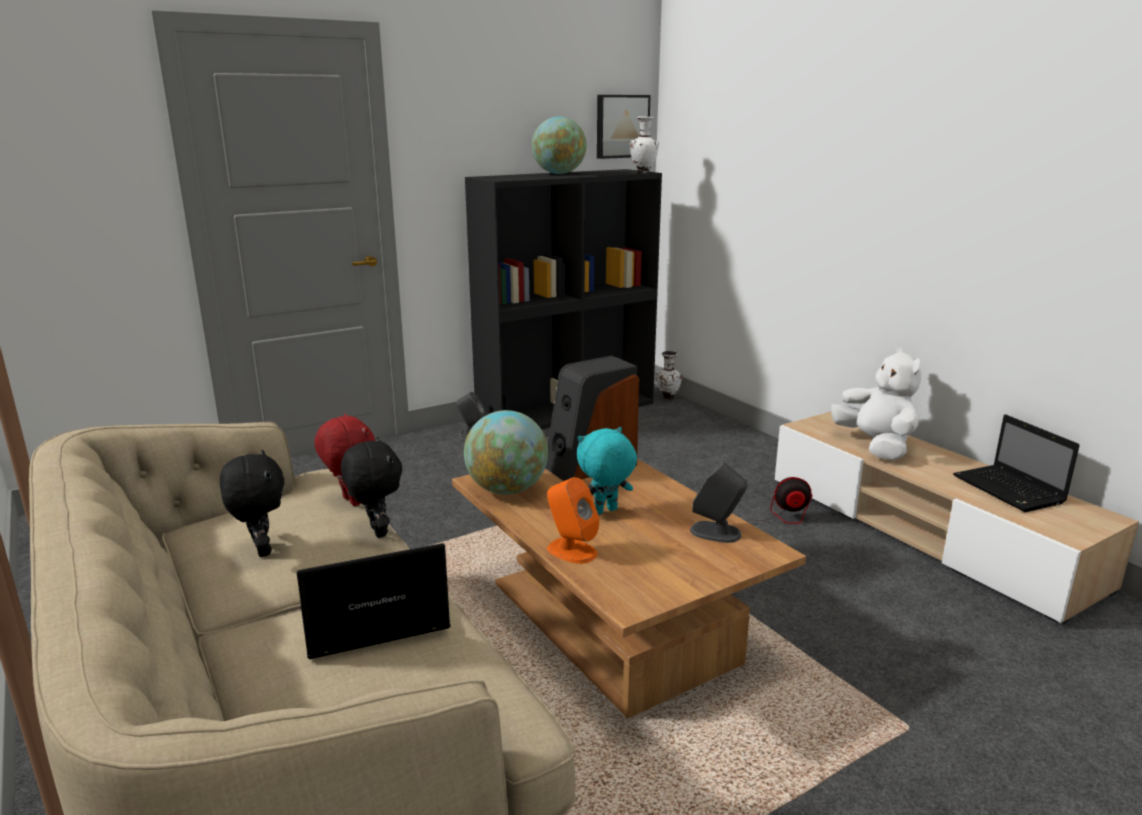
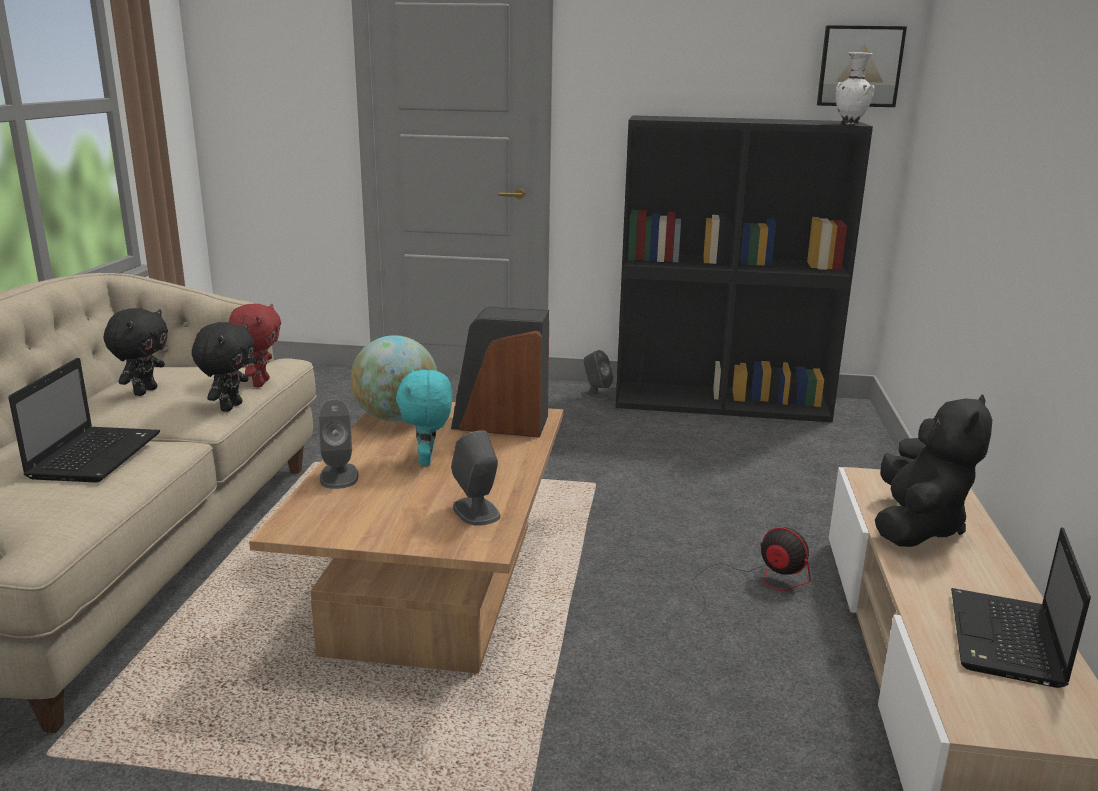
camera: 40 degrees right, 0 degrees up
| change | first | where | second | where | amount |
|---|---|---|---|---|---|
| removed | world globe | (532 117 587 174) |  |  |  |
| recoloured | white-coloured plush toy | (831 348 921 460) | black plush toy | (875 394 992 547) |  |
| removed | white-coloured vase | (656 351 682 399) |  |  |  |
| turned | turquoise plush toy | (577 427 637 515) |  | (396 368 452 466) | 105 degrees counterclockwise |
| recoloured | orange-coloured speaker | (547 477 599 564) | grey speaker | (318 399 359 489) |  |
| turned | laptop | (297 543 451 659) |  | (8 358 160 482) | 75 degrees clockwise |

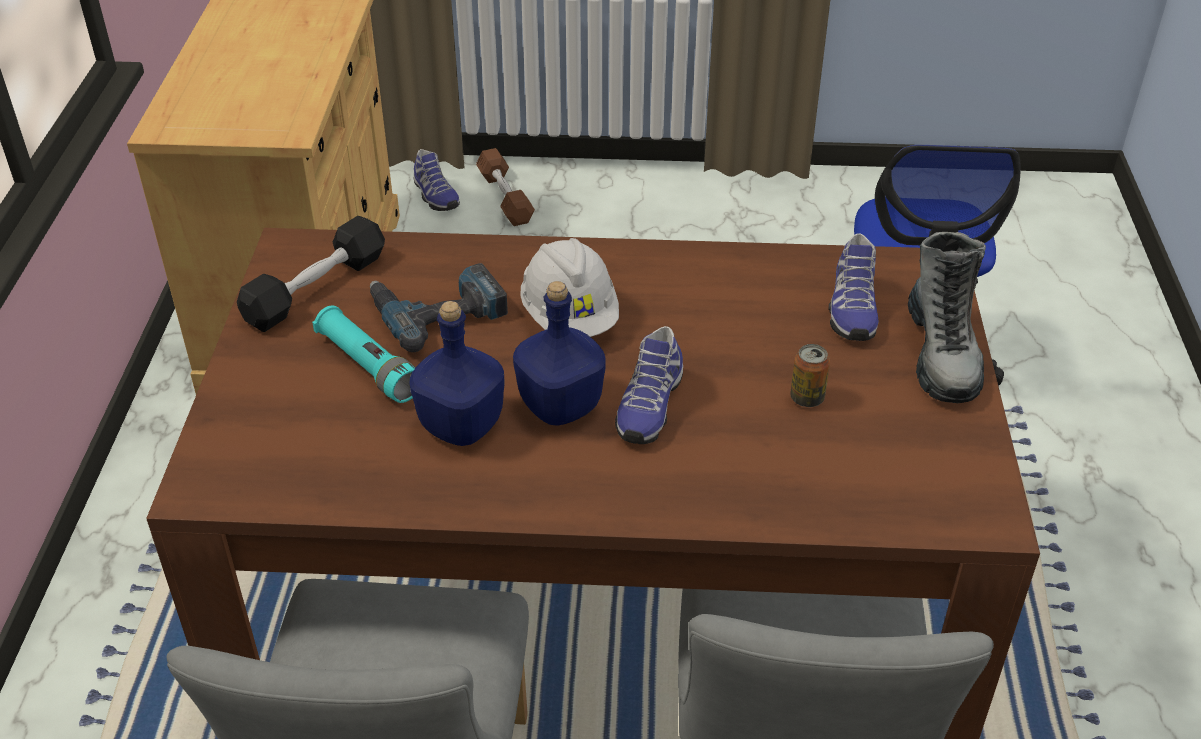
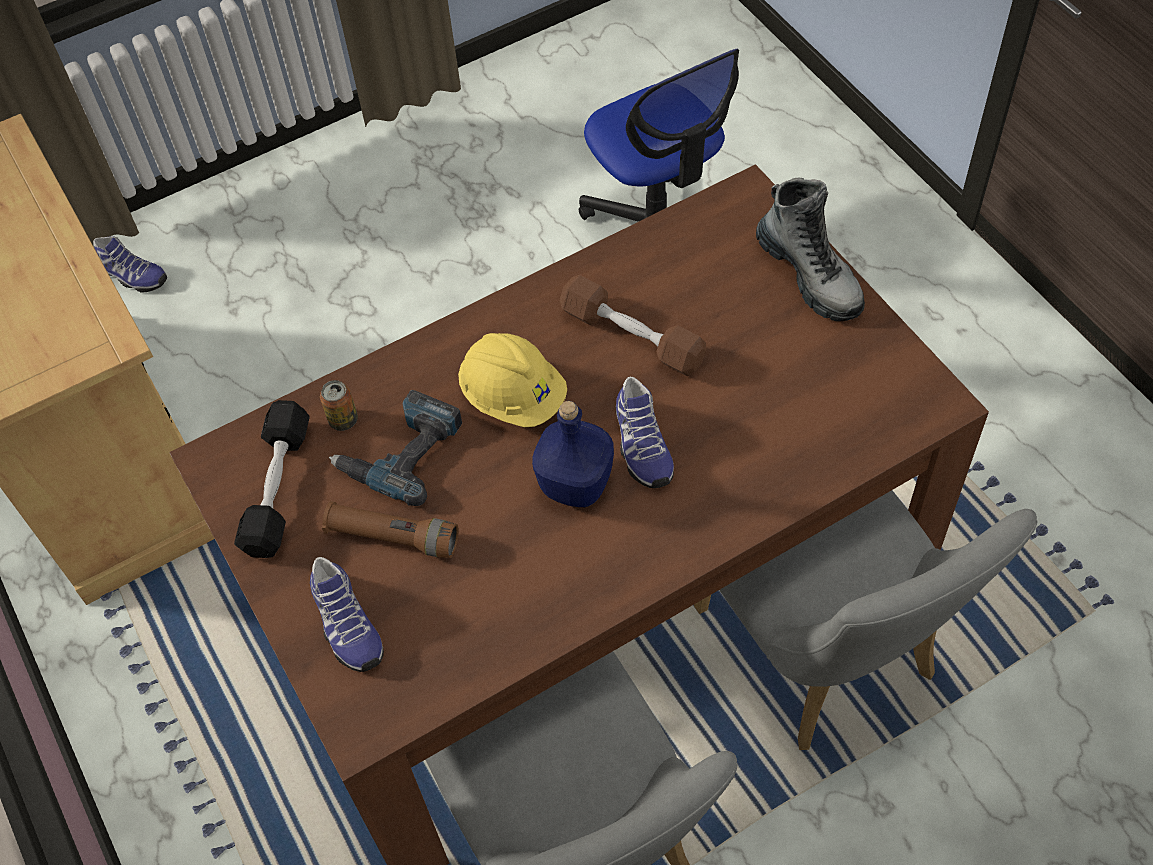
camera: 30 degrees left, 15 degrees up
| change | first | where | second | where | amount |
|---|---|---|---|---|---|
| moved | brown-coloured hand weight | (476 148 535 226) |  | (560 275 706 376) |  |
| moved | item of footwear | (828 233 879 341) |  | (310 557 384 672) |  |
| recoloured | white-coloured hard hat | (520 238 619 337) | yellow-coloured hard hat | (458 333 567 427) |  |
| removed | bluish drink bottle | (410 301 505 446) |  |  |  |
| recoloured | turquoise flashlight | (312 305 415 403) | brown-coloured flashlight | (322 501 459 558) |  |
| moved | sealed can | (790 344 830 407) |  | (320 380 358 431) |  |

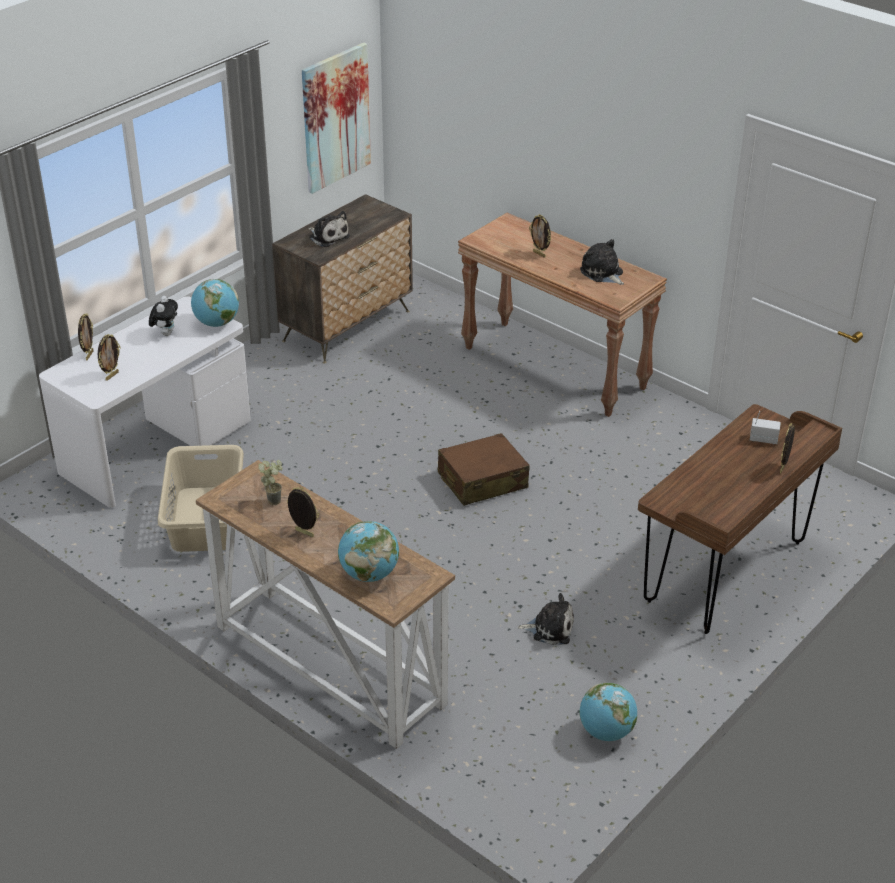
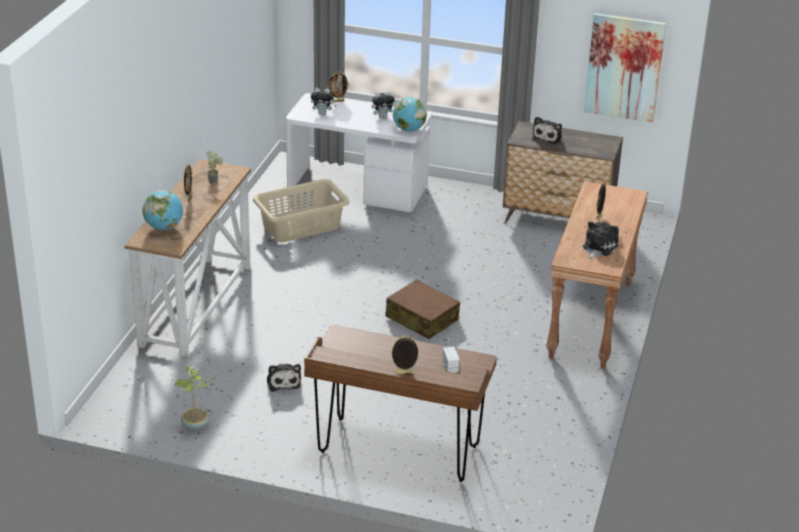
camera: 65 degrees right, 5 degrees down
| change | first | where | second | where | amount |
|---|---|---|---|---|---|
| replaced | photo frame | (98 334 121 381) | plush toy | (311 88 336 115) |  |
| replaced | world globe | (579 683 637 741) | houseplant | (174 365 216 430) |  |

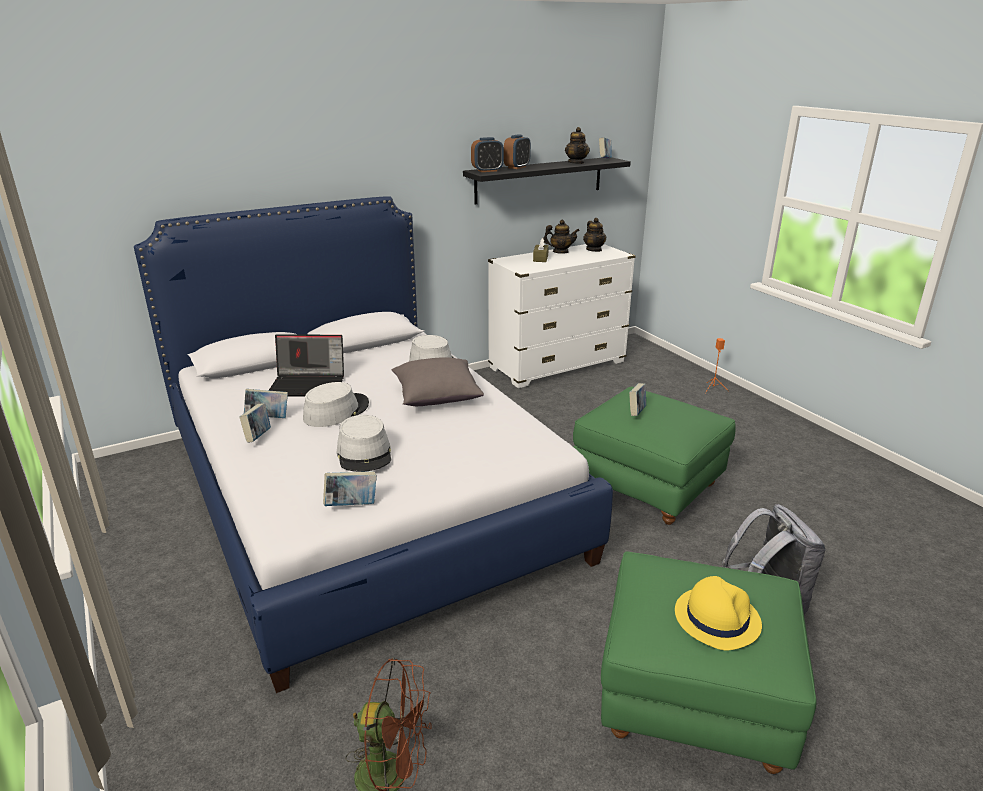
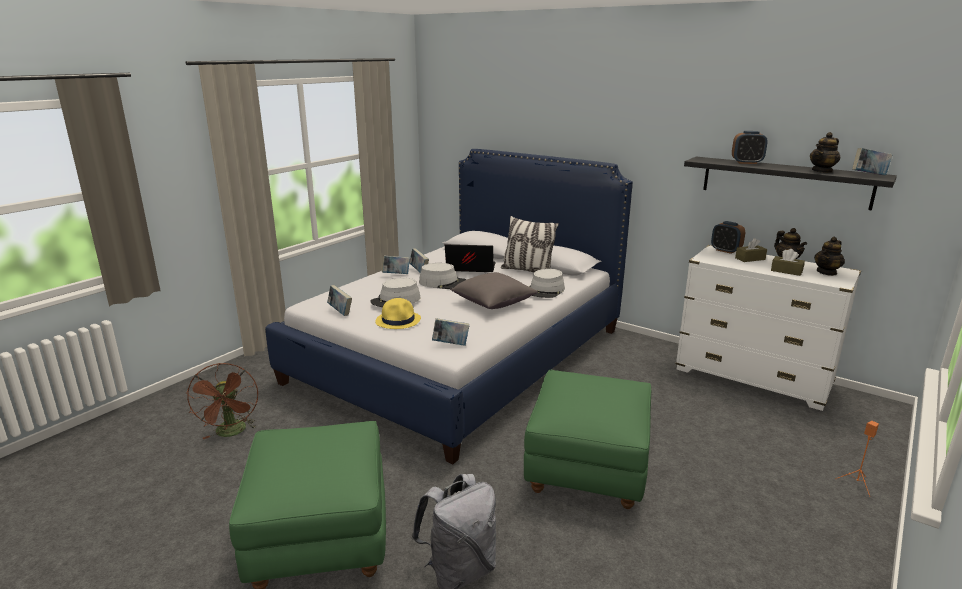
camera: 65 degrees right, 5 degrees down
| change | first | where | second | where | amount |
|---|---|---|---|---|---|
| moved | bedside clock | (471 137 504 172) |  | (711 221 745 254) |  |
| turned | laptop | (268 334 344 397) |  | (445 244 496 272) | 120 degrees clockwise |
| moved | book | (629 383 646 416) |  | (432 318 469 346) |  |
| moved | yellow-coloured wearable hat | (675 576 762 650) |  | (376 298 421 329) |  |
| added |  |  | cushion | (501 216 559 272) |  |
| added |  |  | brown-coloured tissue holder | (771 249 805 276) |  |

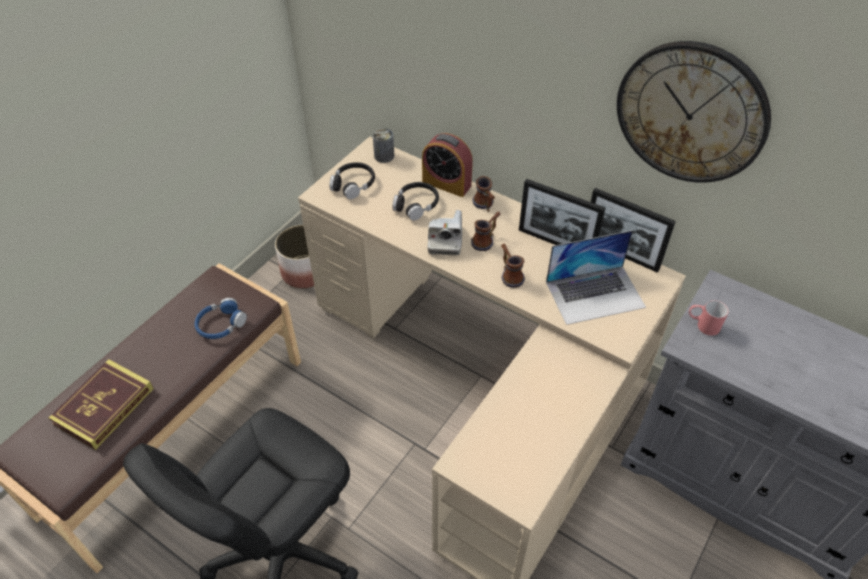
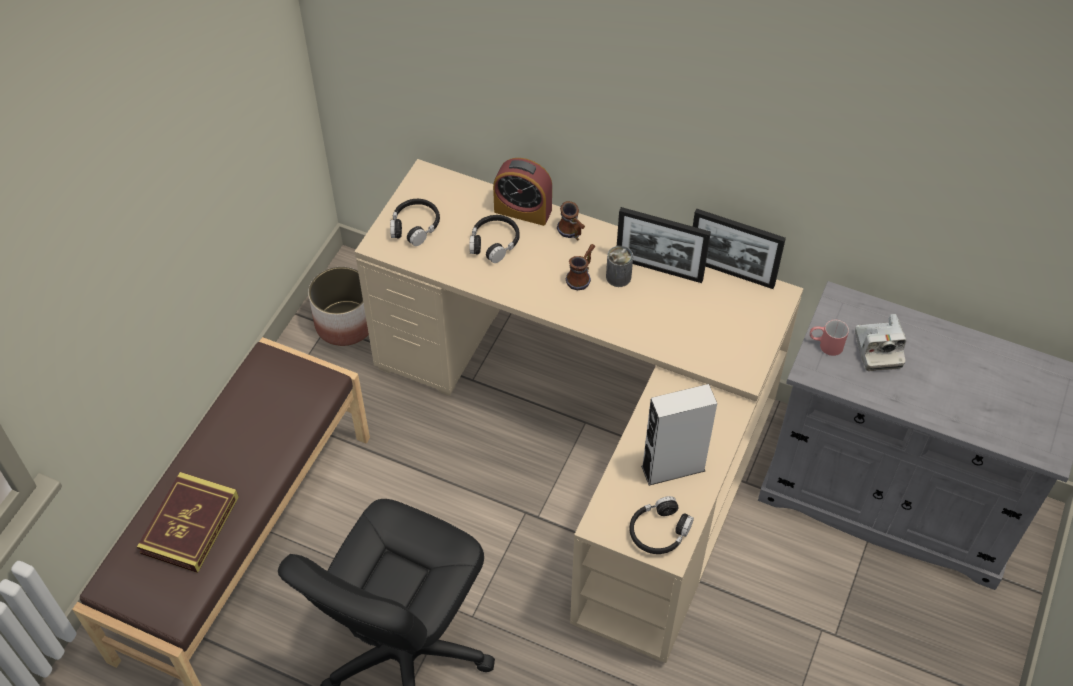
camera: 10 degrees left, 5 degrees up
| change | first | where | second | where | amount |
|---|---|---|---|---|---|
| removed | hanging clock | (617 41 771 183) |  |  |  |
| moved | sealed can | (373 128 394 163) |  | (606 246 633 287) |  |
| moved | photo camera | (428 210 462 256) |  | (855 314 906 371) |  |
| removed | laptop | (546 230 646 325) |  |  |  |
| removed | tea mug | (501 244 525 288) |  |  |  |
| removed | bluish headset | (195 298 247 339) |  |  |  |
| added |  |  | grey speaker | (641 384 717 486) |  |
| added |  |  | black headset | (630 496 694 554) |  |

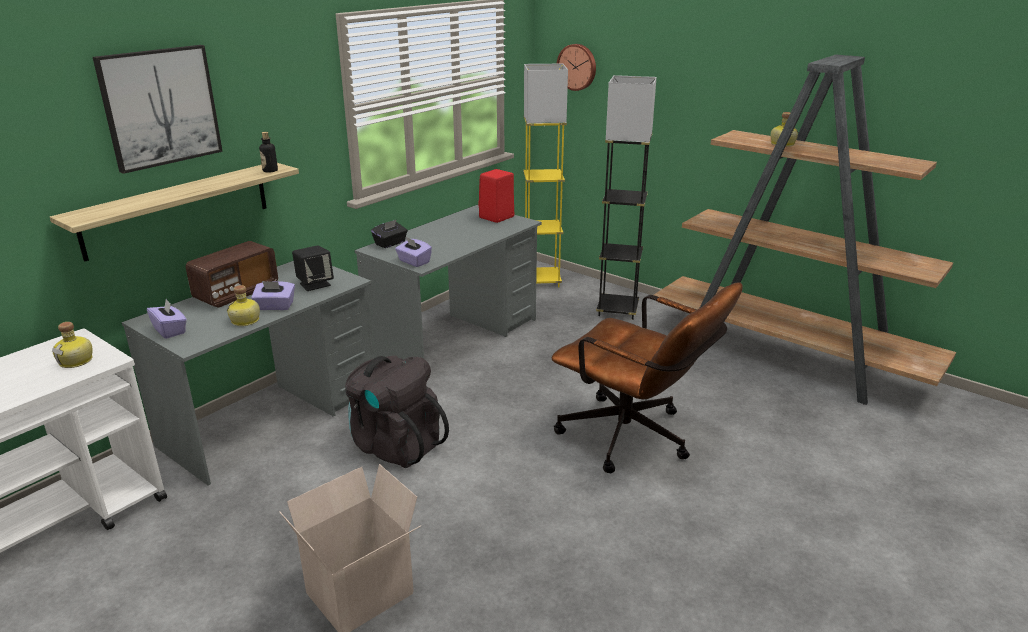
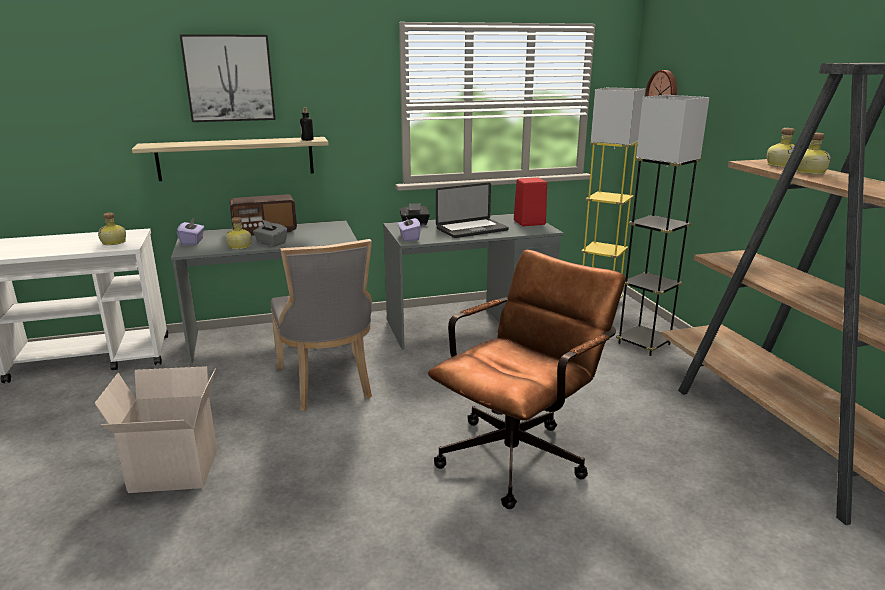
camera: 35 degrees right, 5 degrees down
| change | first | where | second | where | amount |
|---|---|---|---|---|---|
| removed | black speaker | (292 245 334 291) |  |  |  |
| recoloured | purplish tissue holder | (251 281 295 310) | grey tissue holder | (253 220 287 247) |  |
| turned | brown-coloured office chair | (551 282 743 473) |  | (428 250 626 509) | 120 degrees counterclockwise |
| replaced | black knapsack | (345 356 449 468) | grey upright chair | (271 239 372 411) |  |
| added |  |  | drink bottle | (767 128 795 167) |  |
| added |  |  | laptop | (436 183 509 238) |  |

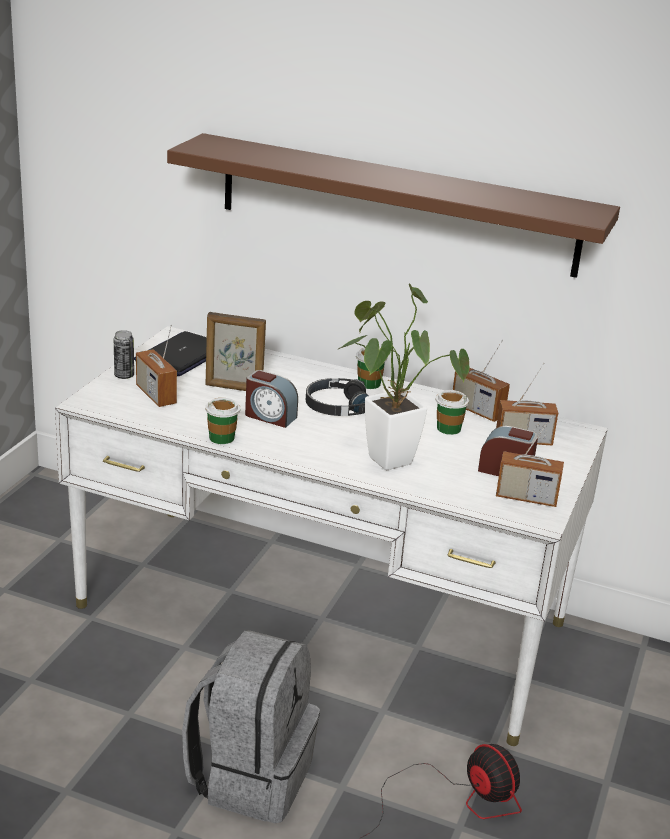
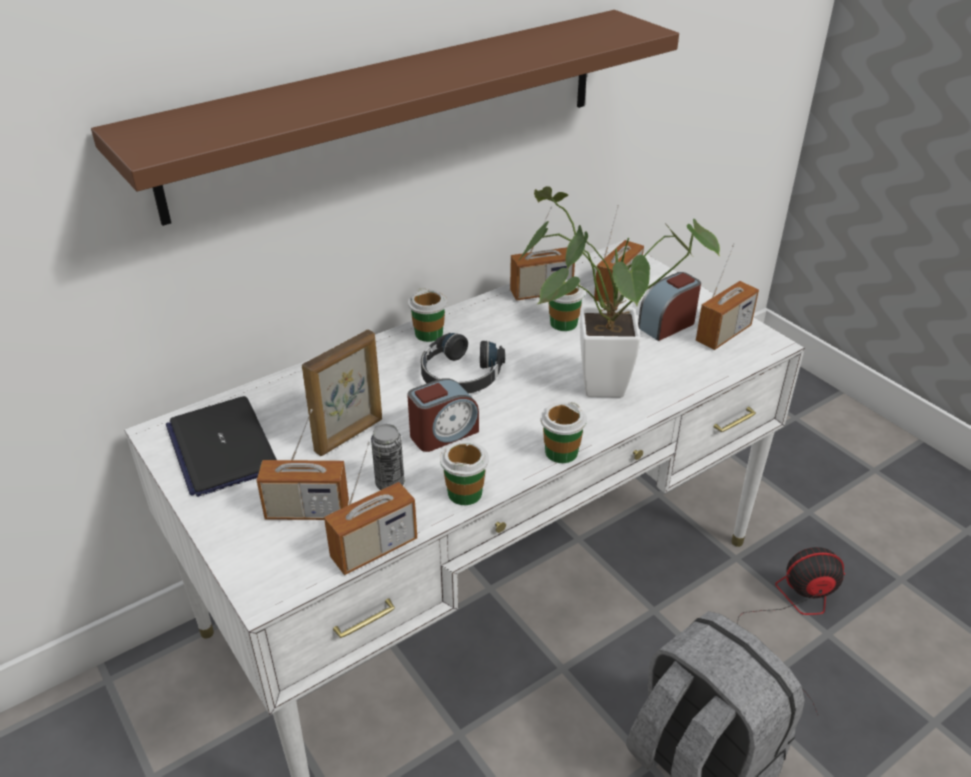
camera: 55 degrees left, 10 degrees up
| change | first | where | second | where | amount |
|---|---|---|---|---|---|
| moved | sealed can | (114 330 134 379) |  | (371 424 404 490) |  |
| added |  |  | small cup | (540 402 587 463) |  |
| added |  |  | radio set | (324 441 417 575) |  |

